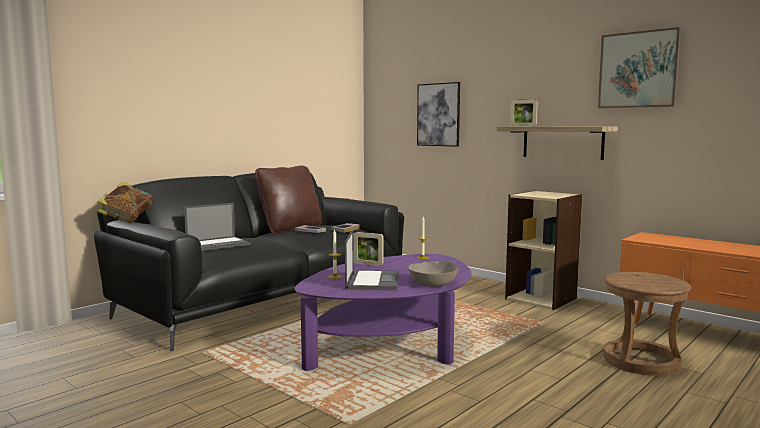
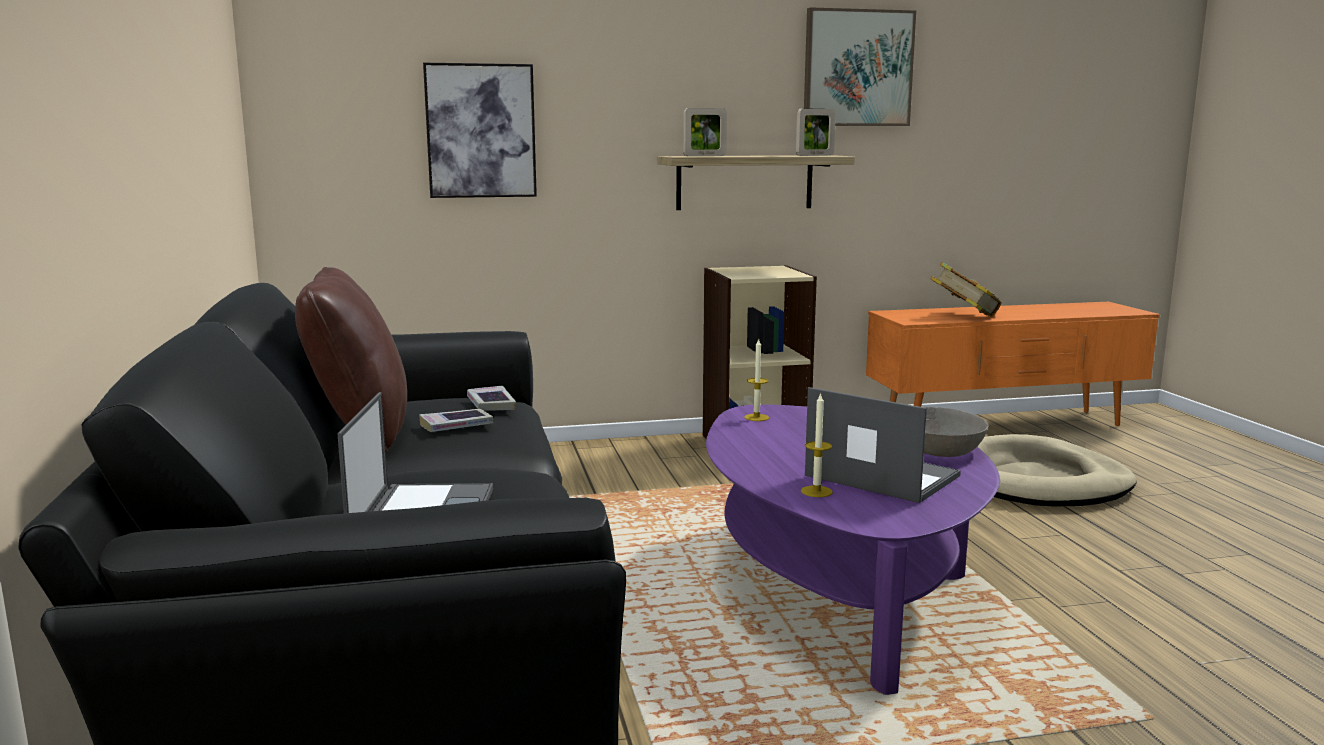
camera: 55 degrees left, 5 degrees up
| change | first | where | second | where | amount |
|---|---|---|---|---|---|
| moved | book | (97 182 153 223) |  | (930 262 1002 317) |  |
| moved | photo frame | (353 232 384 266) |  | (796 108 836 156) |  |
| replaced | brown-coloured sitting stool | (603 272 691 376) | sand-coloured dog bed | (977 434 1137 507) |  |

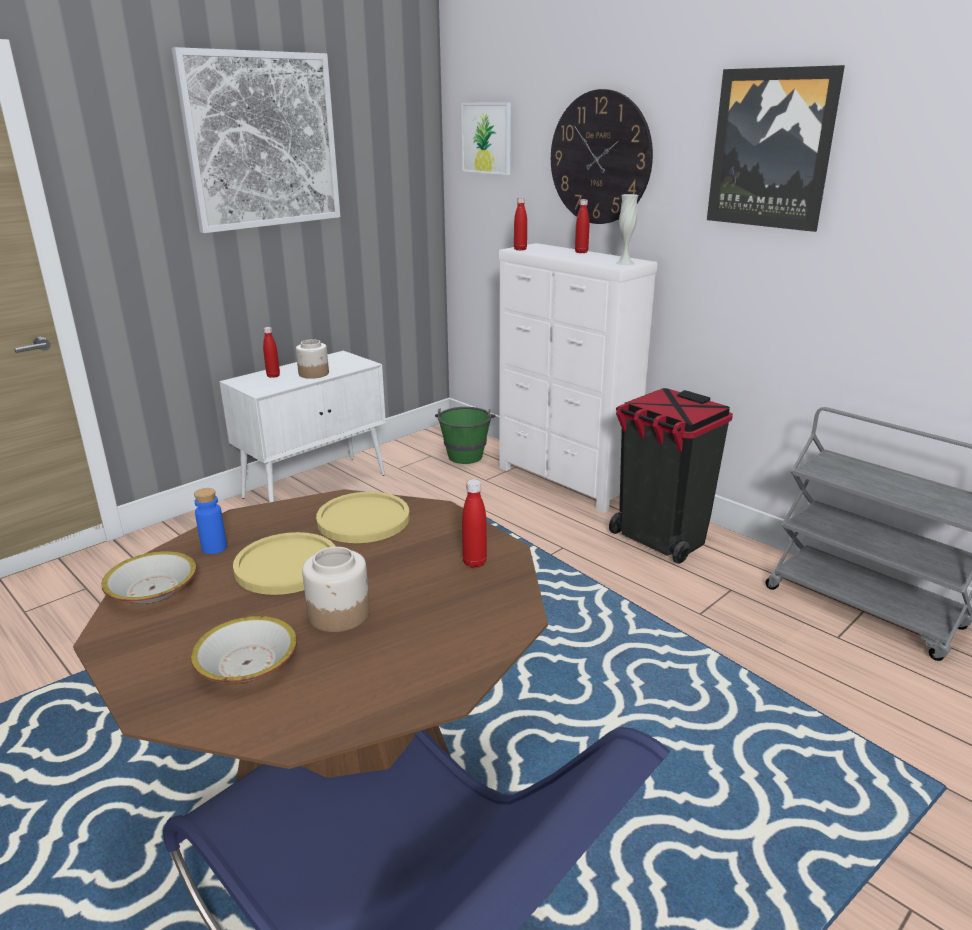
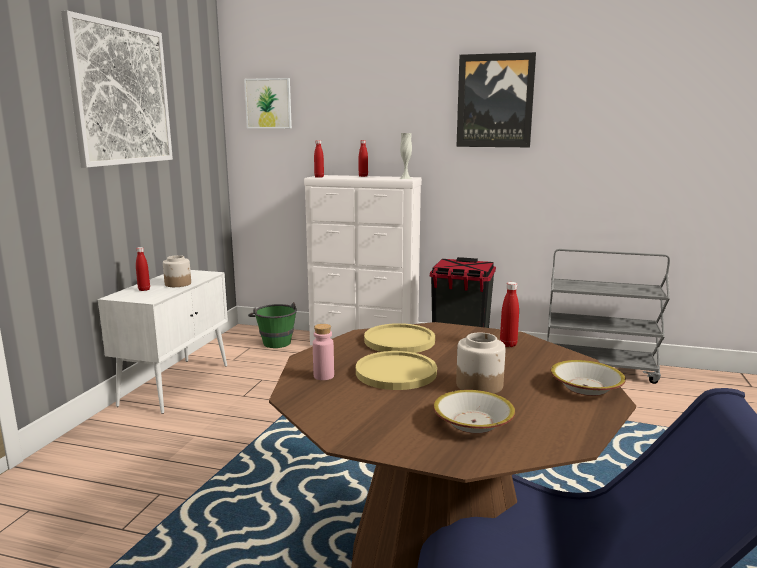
camera: 30 degrees left, 10 degrees down
| change | first | where | second | where | amount |
|---|---|---|---|---|---|
| removed | hanging clock | (551 89 653 224) |  |  |  |
| recoloured | bluish drink bottle | (194 488 227 554) | pinkish drink bottle | (313 324 334 380) |  |
| moved | bowl | (101 551 197 604) |  | (551 360 626 396) |  |

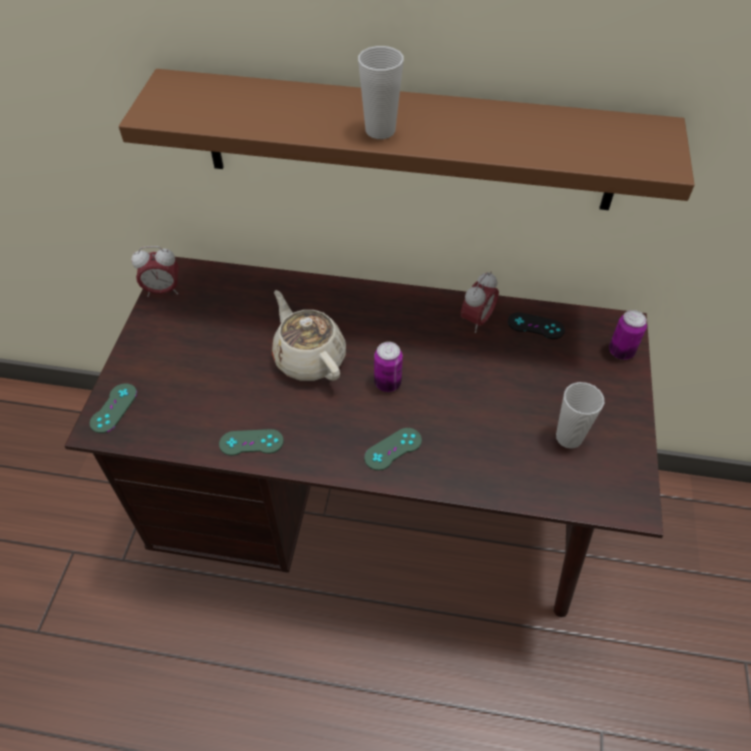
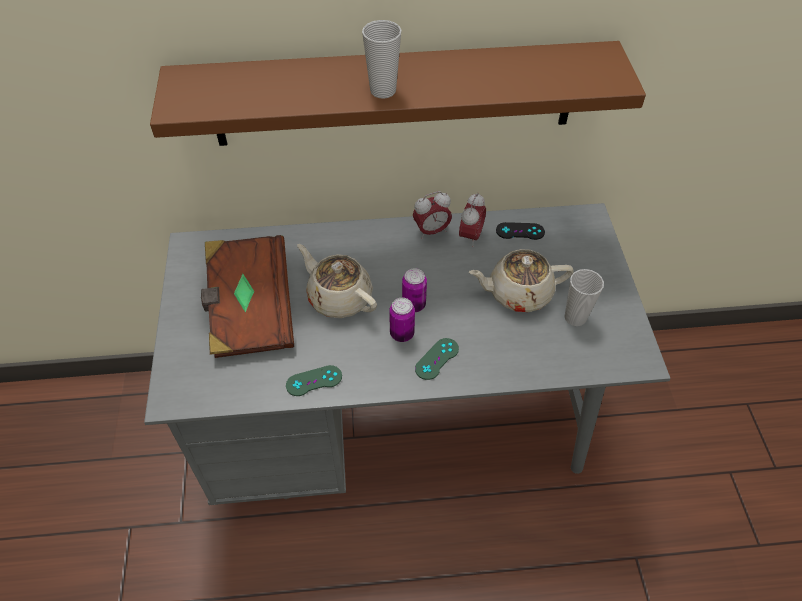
camera: 15 degrees left, 0 degrees up
| change | first | where | second | where | amount |
|---|---|---|---|---|---|
| moved | bedside clock | (131 246 179 297) |  | (413 191 452 239) |  |
| recoloured | brown-coloured desk table | (64 257 663 617) | grey desk table | (144 203 671 505) |  |
| moved | sealed can | (609 310 647 360) |  | (389 298 415 342) |  |
| removed | green-coloured joypad | (90 383 137 433) |  |  |  |
| added |  |  | brown-coloured book | (201 235 294 358) |  |
| added |  |  | sand-coloured teapot | (469 249 573 312) |  |

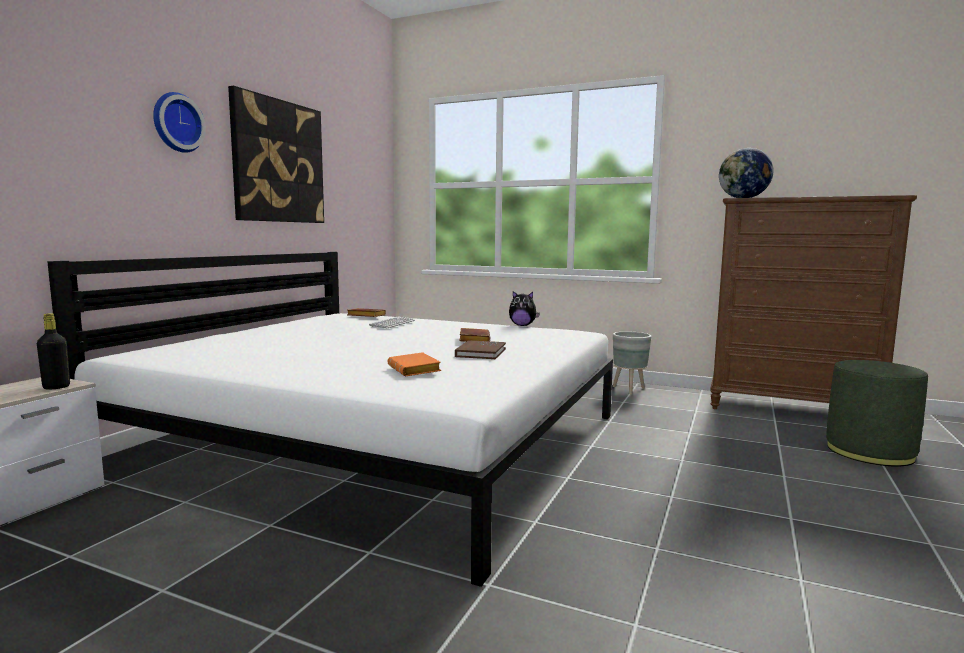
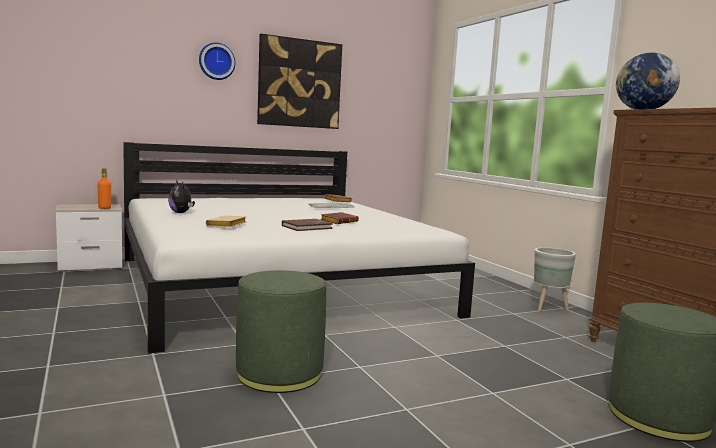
camera: 40 degrees right, 0 degrees up
| change | first | where | second | where | amount |
|---|---|---|---|---|---|
| moved | plush toy | (509 291 540 326) |  | (168 180 195 213) |  |
| recoloured | black drink bottle | (37 313 70 389) | orange-coloured drink bottle | (98 168 111 209) |  |
| recoloured | orange-coloured book | (388 352 441 376) | sand-coloured book | (206 216 246 227) |  |
| added |  |  | green-coloured ottoman | (236 270 326 393) |  |

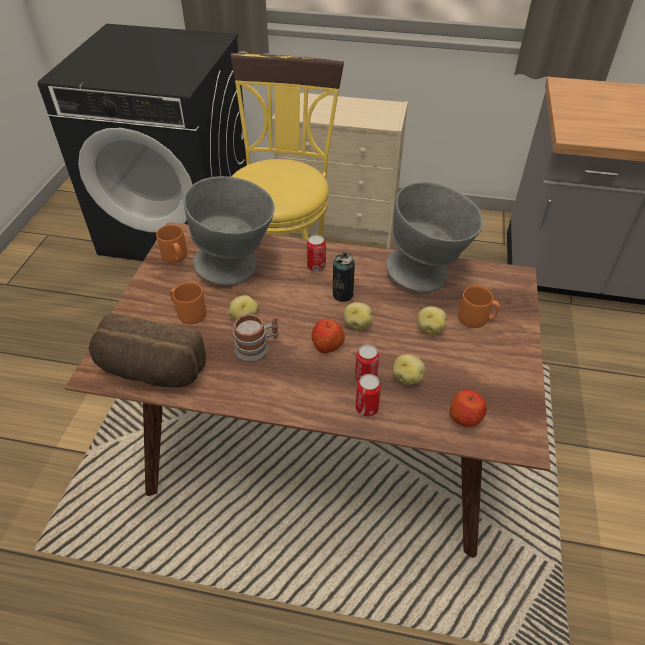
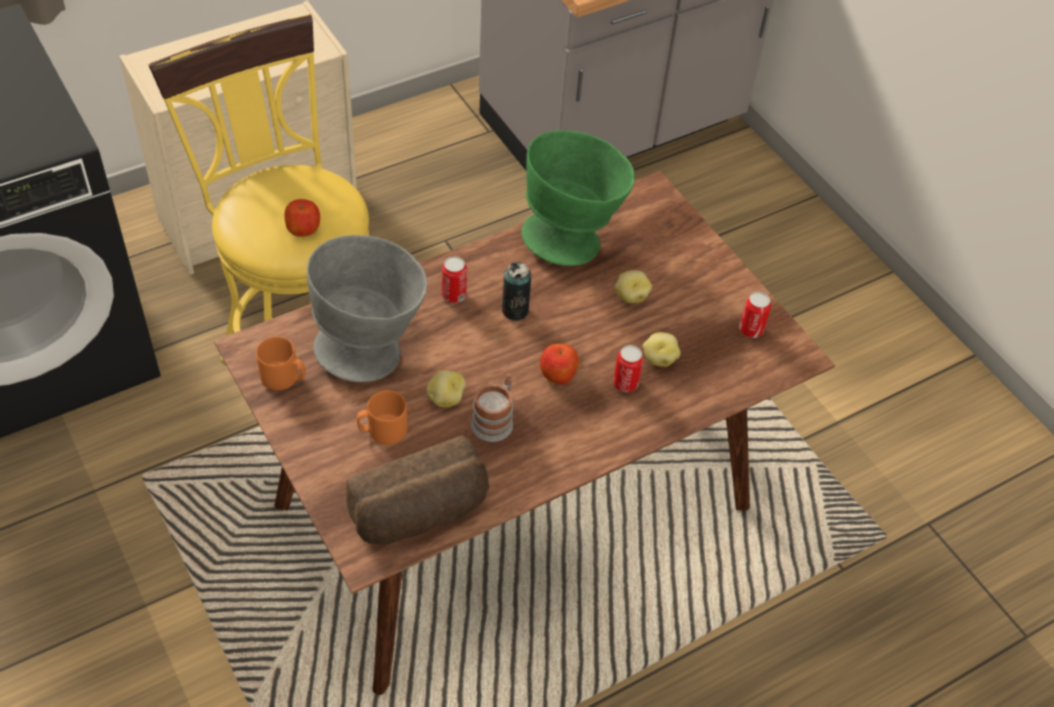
camera: 45 degrees left, 5 degrees up
| change | first | where | second | where | amount |
|---|---|---|---|---|---|
| recoloured | grey bowl | (386 182 483 292) | green-coloured bowl | (521 130 635 266) |  |
| removed | orange-coloured tea mug | (458 286 500 328) |  |  |  |
| removed | whole potato | (343 302 372 330) |  |  |  |
| moved | sealed can | (356 374 381 417) |  | (739 292 771 338) |  |
| moved | apple | (449 390 487 427) |  | (285 199 320 237) |  |

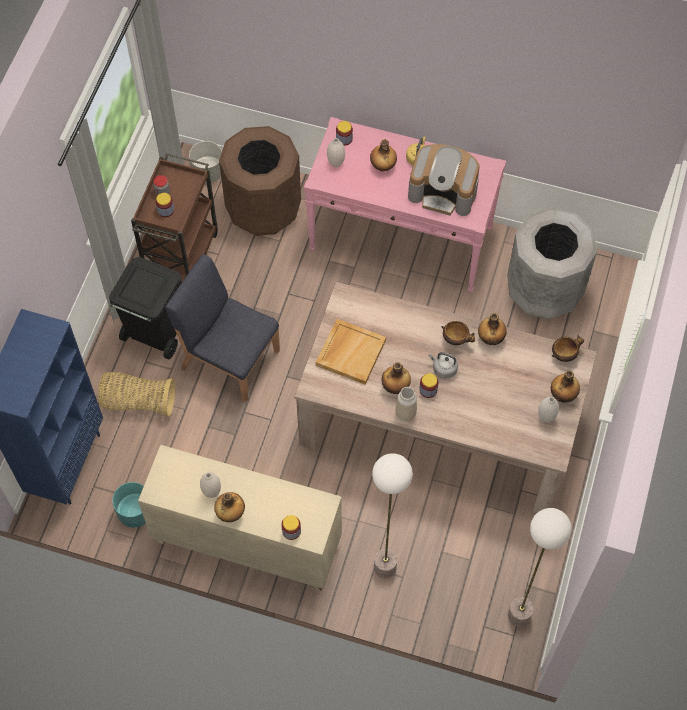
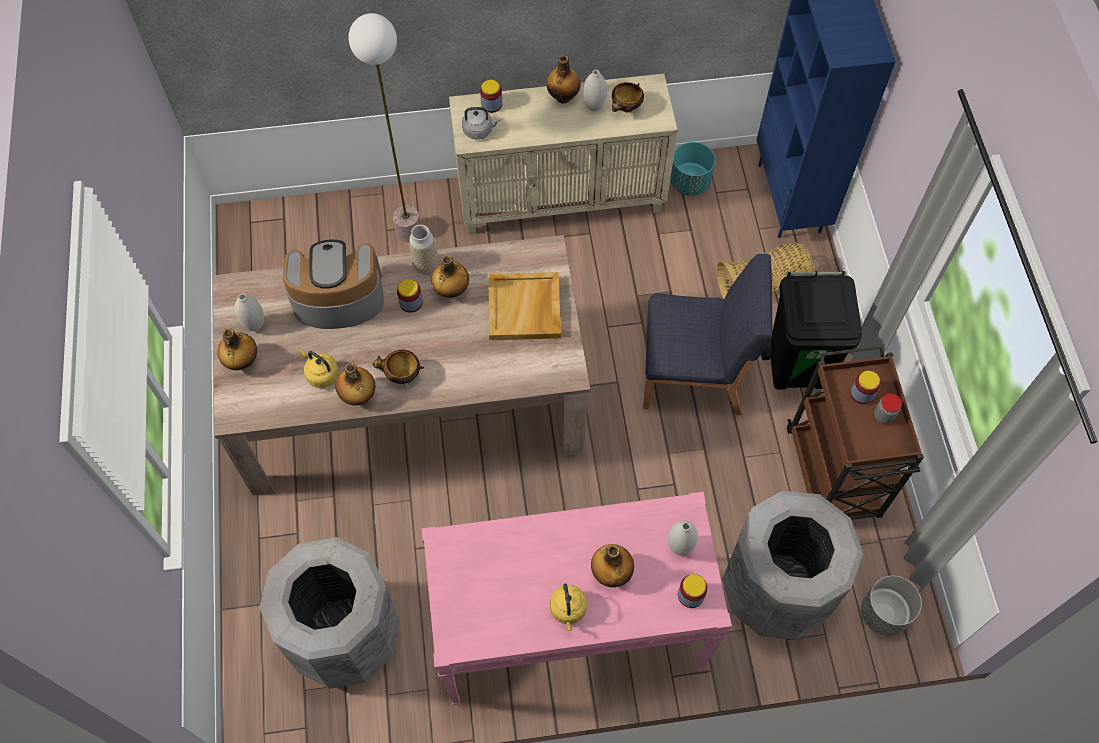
camera: 155 degrees right, 0 degrees up
| change | first | where | second | where | amount |
|---|---|---|---|---|---|
| recoloured | brown-coloured waste bin | (219 126 301 236) | grey waste bin | (722 491 863 640) |  |
| moved | coffee maker | (408 144 480 216) |  | (283 239 384 329) |  |
| moved | bowl | (552 335 584 362) |  | (612 82 644 113) |  |
| moved | grey water kettle | (429 352 458 378) |  | (462 107 500 140) |  |
| removed | standard lamp | (508 508 572 627) |  |  |  |
| added |  |  | yellow-coloured water kettle | (300 350 339 388) |  |

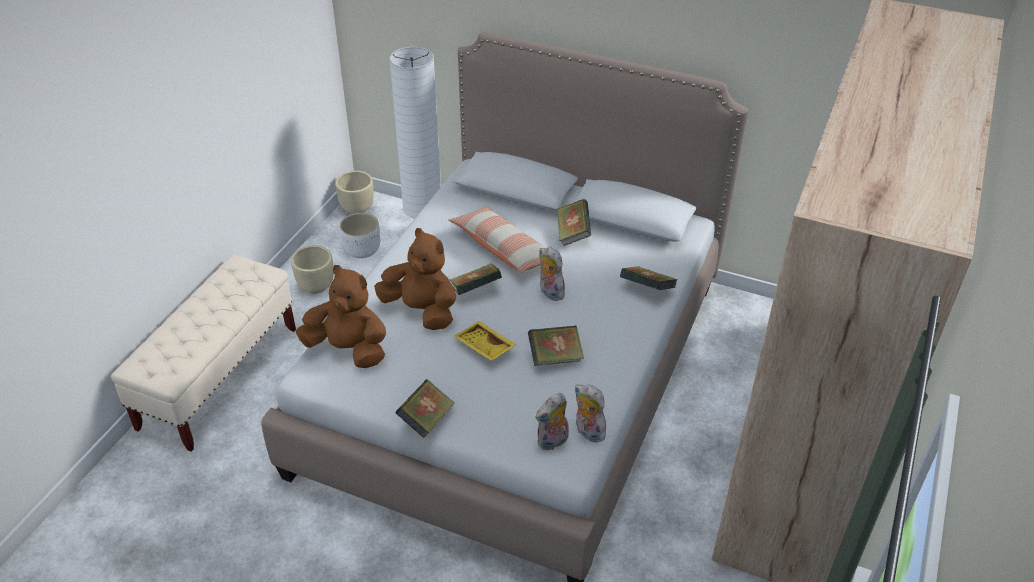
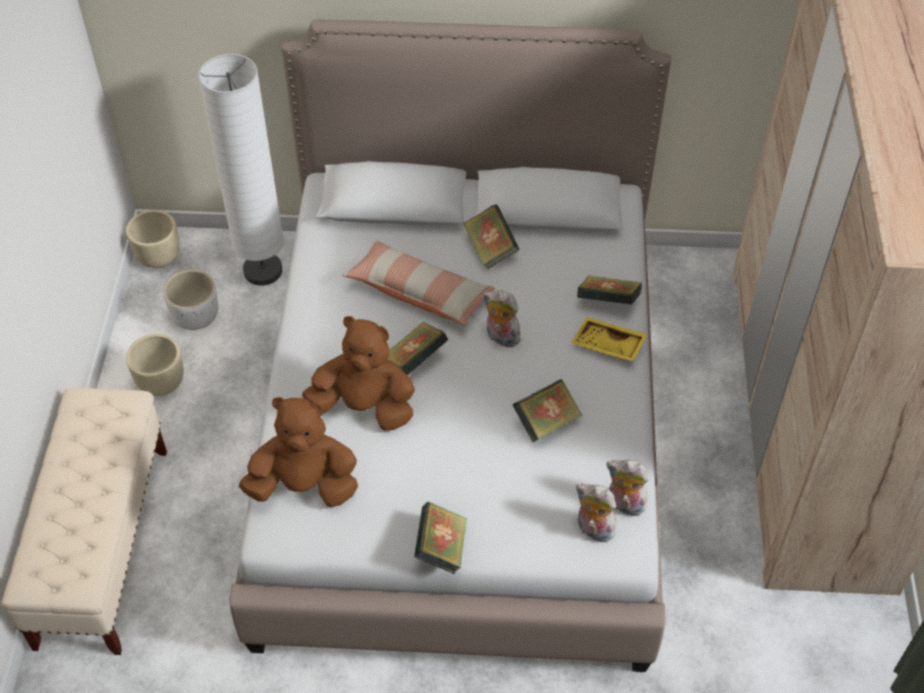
camera: 20 degrees left, 10 degrees up
| change | first | where | second | where | amount |
|---|---|---|---|---|---|
| moved | yellow-coloured tray | (454 321 516 361) |  | (571 317 648 361) |  |
| turned | plush toy | (536 393 569 450) |  | (576 484 616 542) | 90 degrees clockwise |

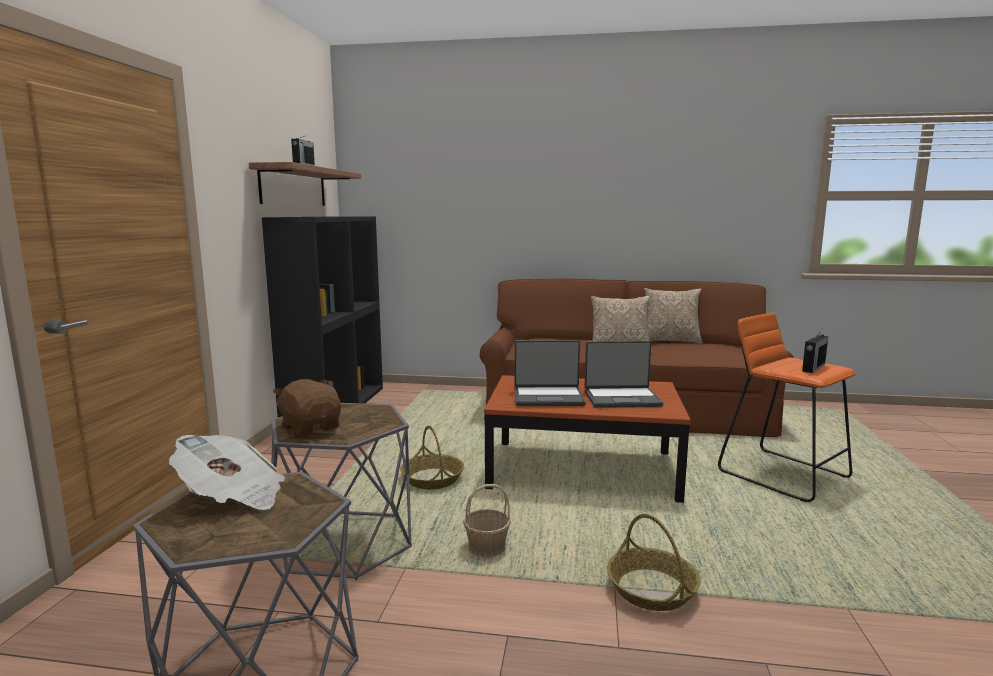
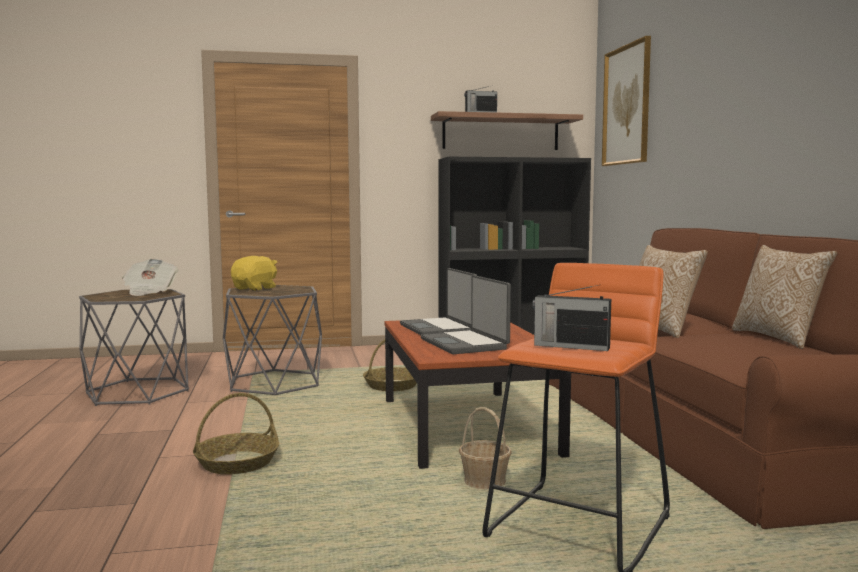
camera: 70 degrees right, 5 degrees down
| change | first | where | second | where | amount |
|---|---|---|---|---|---|
| recoloured | brown-coloured plush toy | (273 379 341 437) | yellow-coloured plush toy | (231 256 277 291) |  |
| moved | storage basket | (463 484 511 558) |  | (459 407 512 489) |  |
| added |  |  | picture | (602 36 651 166) |  |

